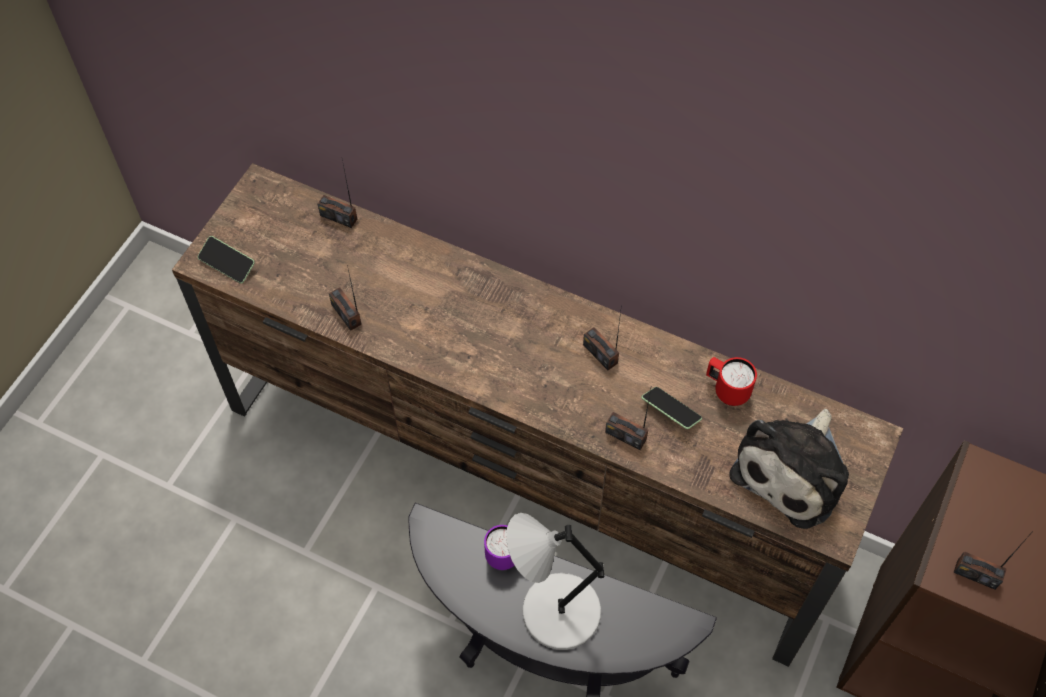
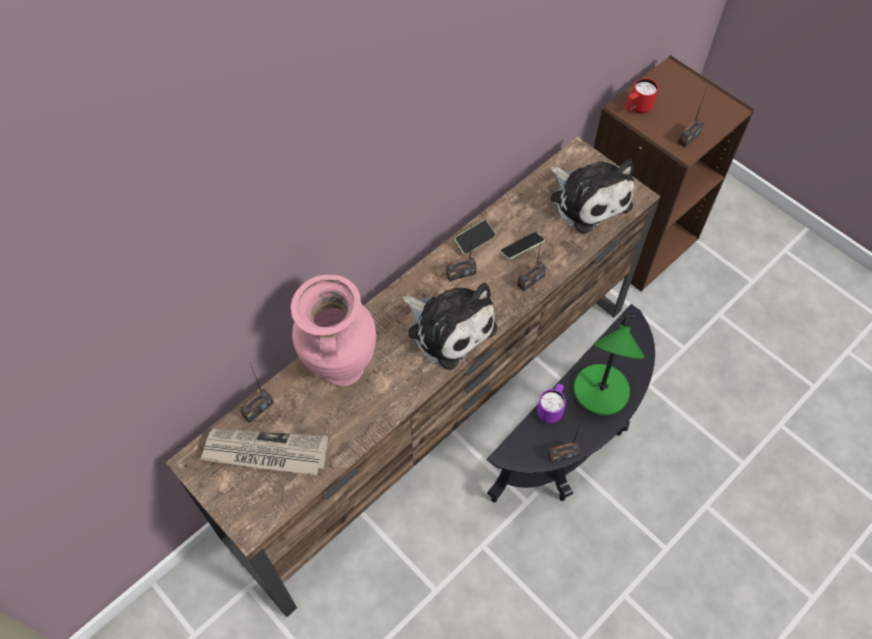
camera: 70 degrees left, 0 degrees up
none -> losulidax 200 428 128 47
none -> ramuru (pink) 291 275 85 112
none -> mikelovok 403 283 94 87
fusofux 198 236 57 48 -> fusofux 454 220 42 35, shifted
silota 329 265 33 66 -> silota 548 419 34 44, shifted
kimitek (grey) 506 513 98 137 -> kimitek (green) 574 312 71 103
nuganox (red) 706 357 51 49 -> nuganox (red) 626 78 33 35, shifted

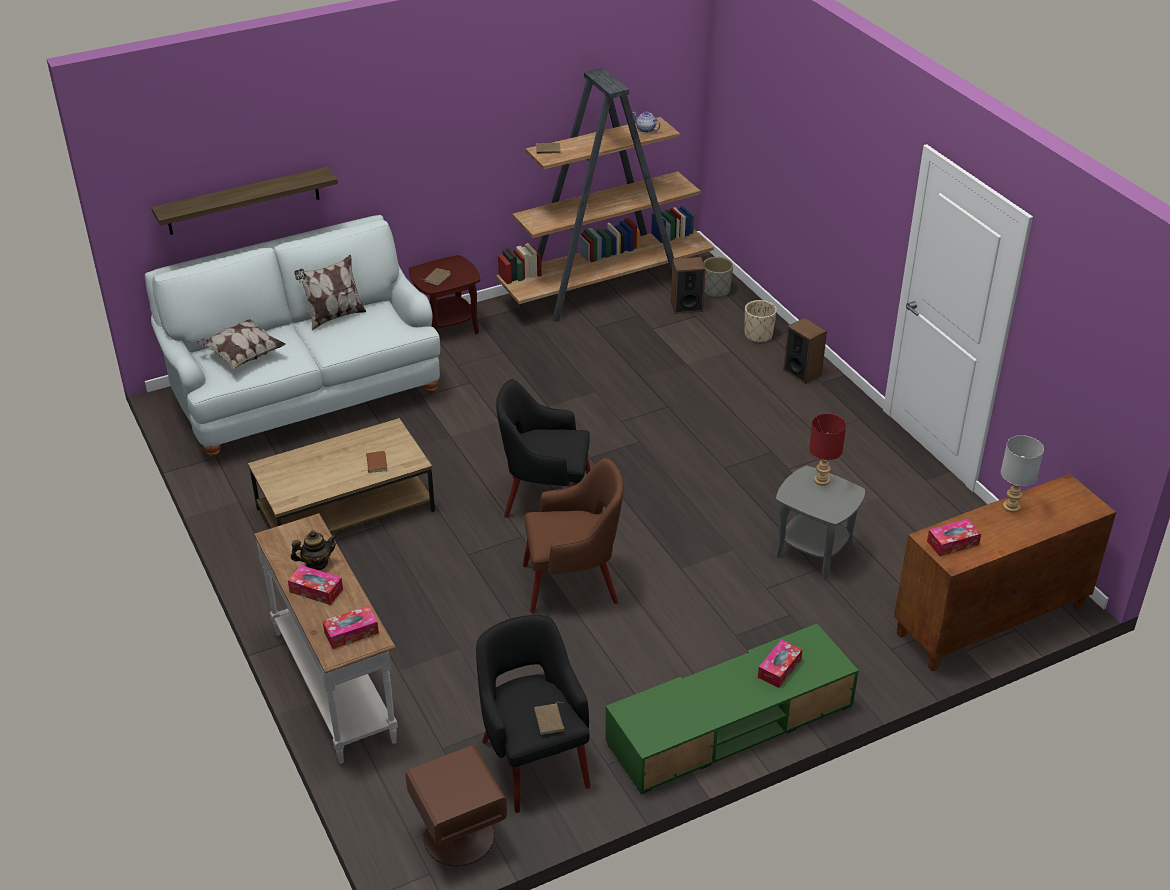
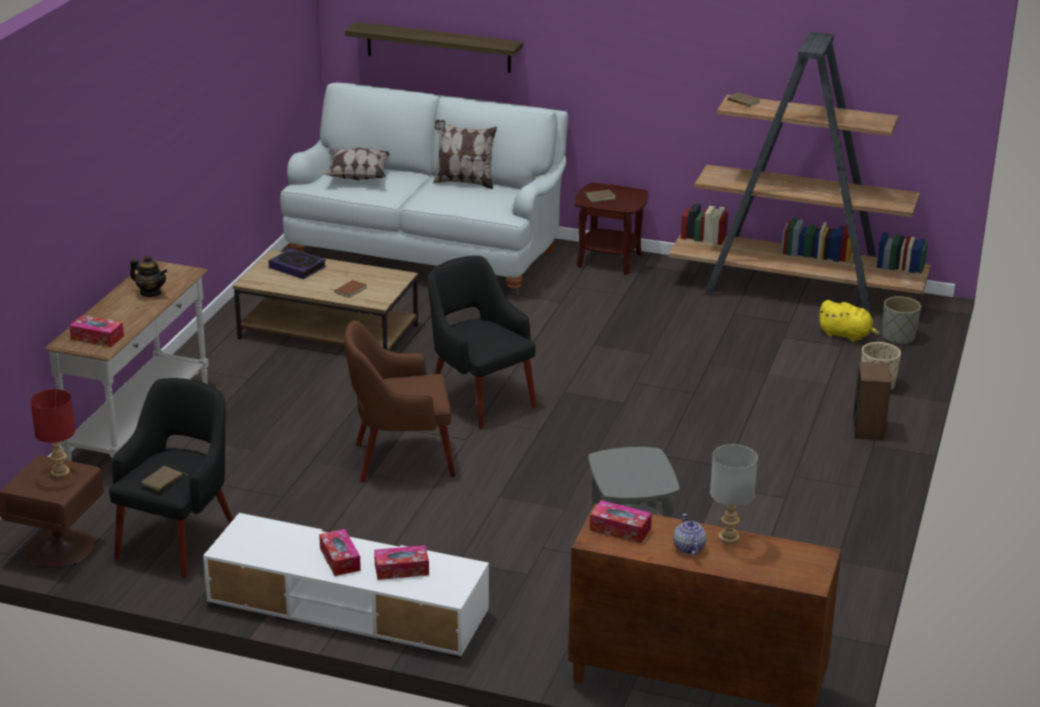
camera: 45 degrees right, 10 degrees down
kimitek (red) 809 413 37 73 -> kimitek (red) 30 389 45 89, shifted
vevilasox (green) 605 624 254 170 -> vevilasox (white) 203 513 286 146
none -> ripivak 268 248 58 31
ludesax 288 565 55 40 -> ludesax 319 529 42 47, shifted
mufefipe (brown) 523 458 100 155 -> mufefipe (brown) 344 320 111 163, 135 degrees clockwise
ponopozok 632 112 29 21 -> ponopozok 673 514 33 41, shifted
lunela 671 257 35 57 -> mikelovok (yellow) 818 300 62 42

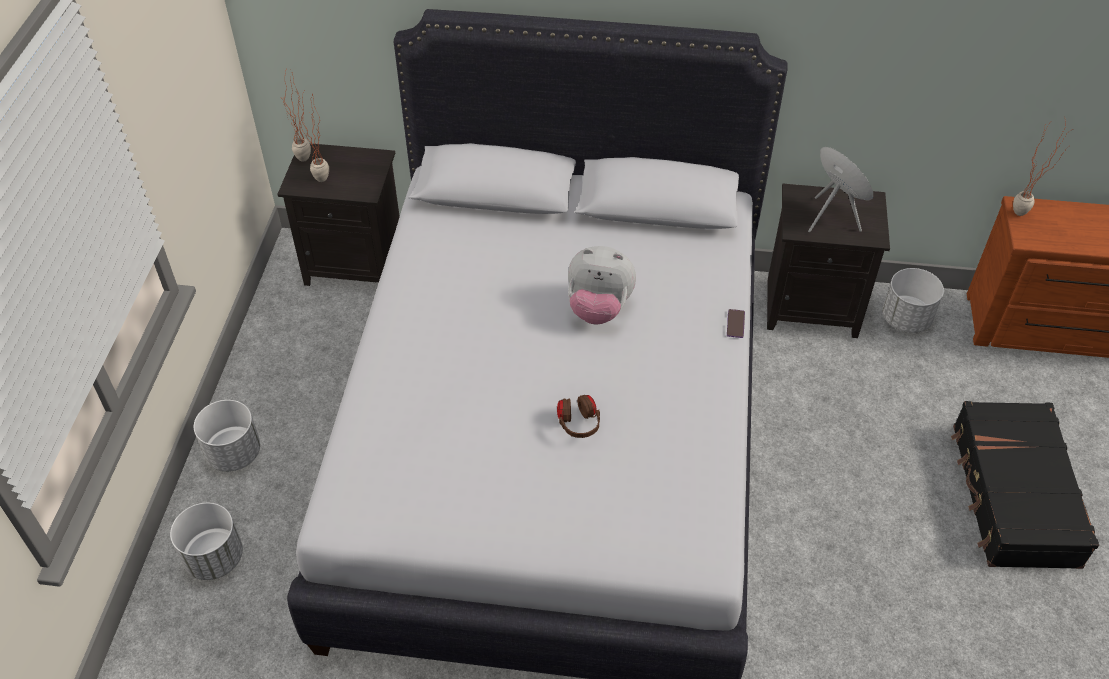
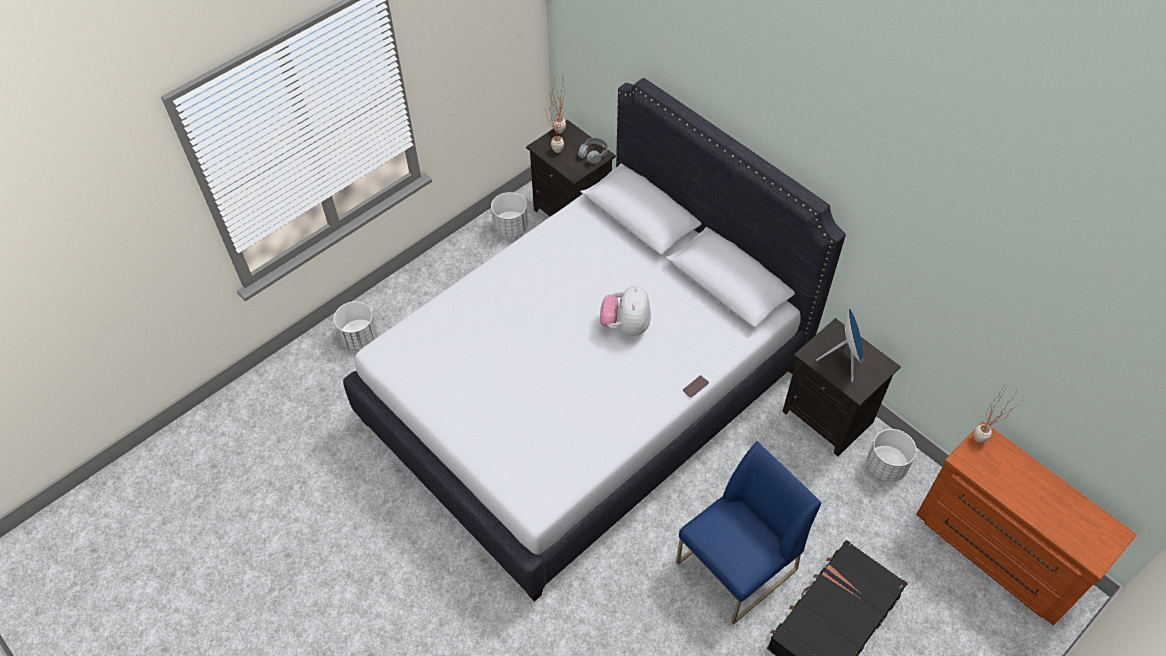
camera: 40 degrees right, 5 degrees up
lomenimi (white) 194 400 66 72 -> lomenimi (white) 491 192 37 46, shifted
none -> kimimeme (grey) 578 138 30 26
mikelovok 568 246 68 79 -> mikelovok 600 286 51 50, 45 degrees clockwise
none -> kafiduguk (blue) 676 441 145 184
kimimeme (brown) 557 395 43 43 -> none

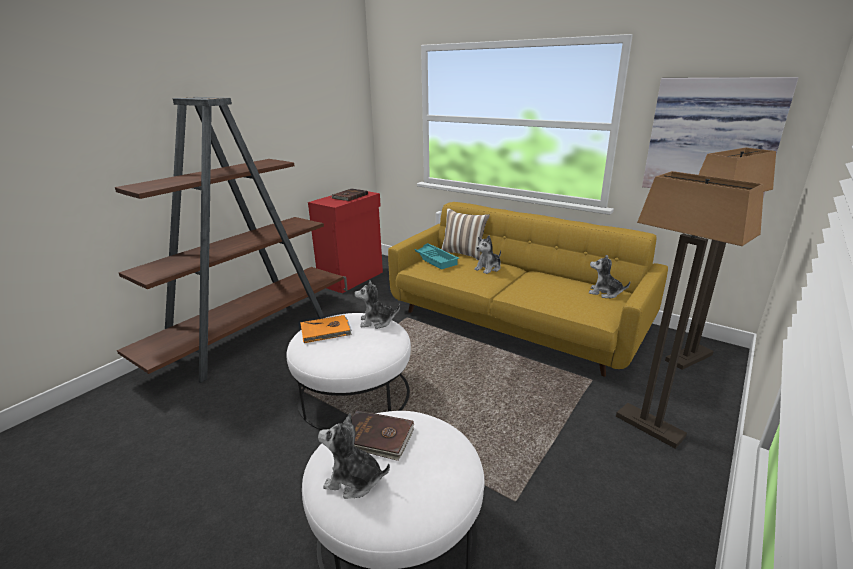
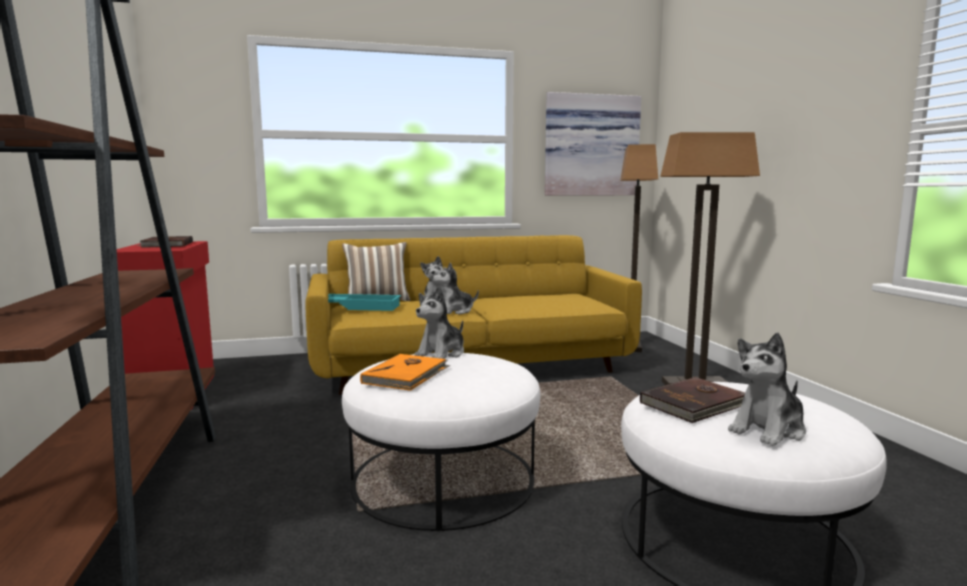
camera: 50 degrees left, 15 degrees down
mikelovok 589 255 41 43 -> mikelovok 432 262 47 52, shifted

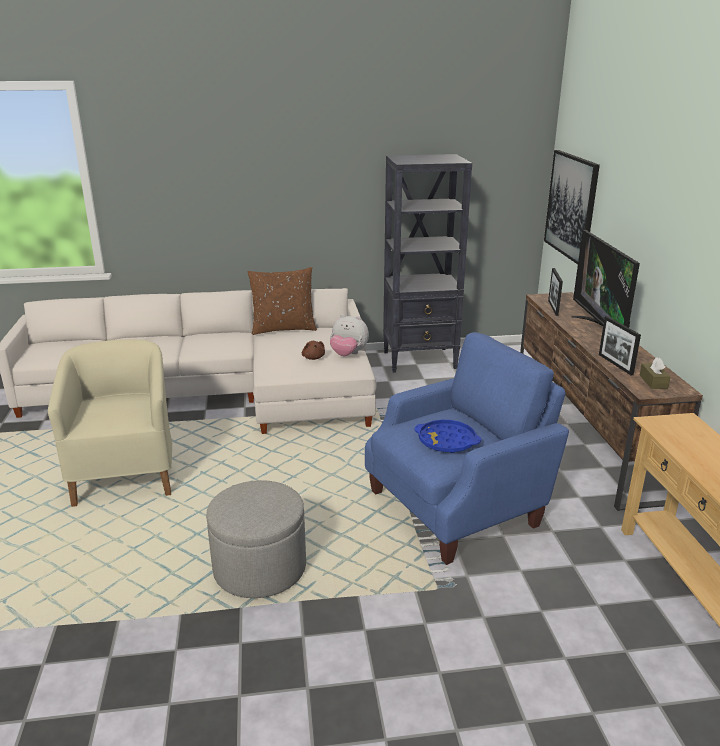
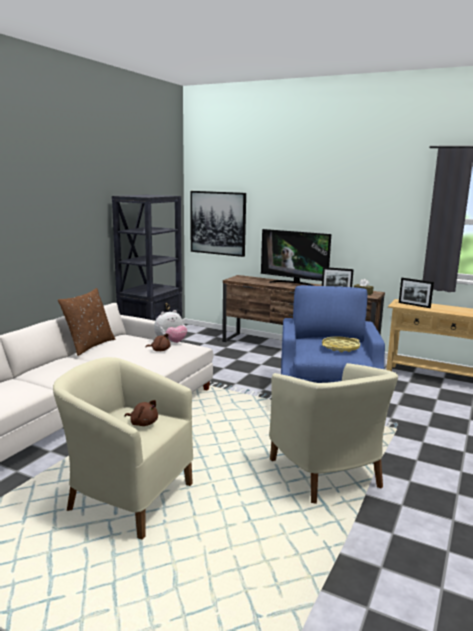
camera: 55 degrees left, 10 degrees down
none -> mikelovok (brown) 125 400 33 26
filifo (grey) 206 480 100 118 -> mufefipe (beige) 269 363 129 141
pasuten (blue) 414 420 67 33 -> pasuten (yellow) 322 336 38 16
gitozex 548 268 15 48 -> gitozex 399 278 35 30, shifted

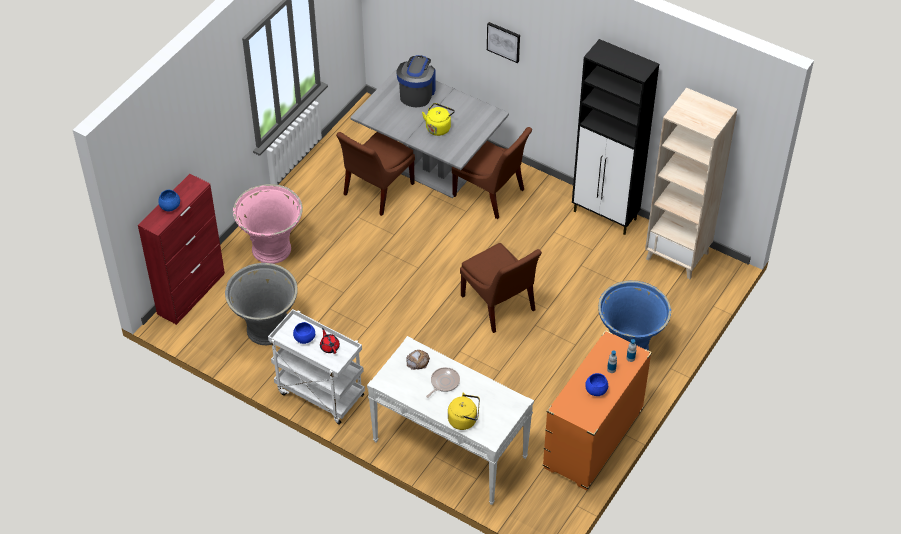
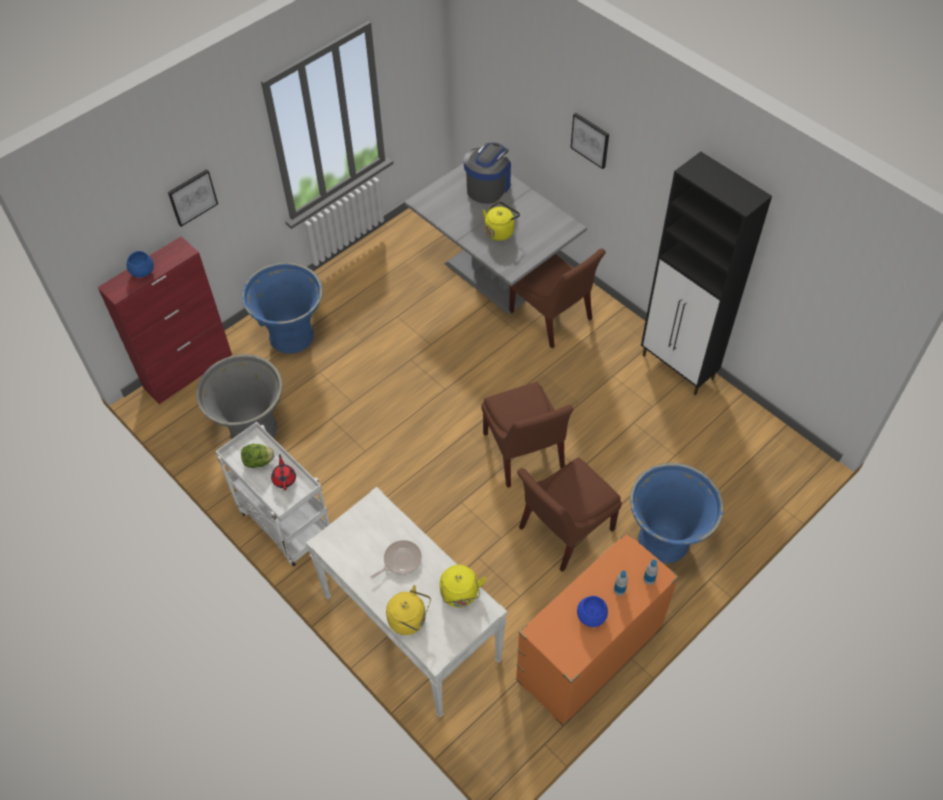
camera: 15 degrees right, 5 degrees up
none -> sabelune 168 169 50 58
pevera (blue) 293 322 22 22 -> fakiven 241 444 33 24
lomenimi (pink) 233 184 70 80 -> lomenimi (blue) 242 262 81 92
none -> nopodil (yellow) 440 565 46 43
kafiduguk (brown) 336 132 79 84 -> kafiduguk (brown) 517 457 105 115, shifted
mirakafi 406 350 24 20 -> none
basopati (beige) 645 88 92 191 -> none

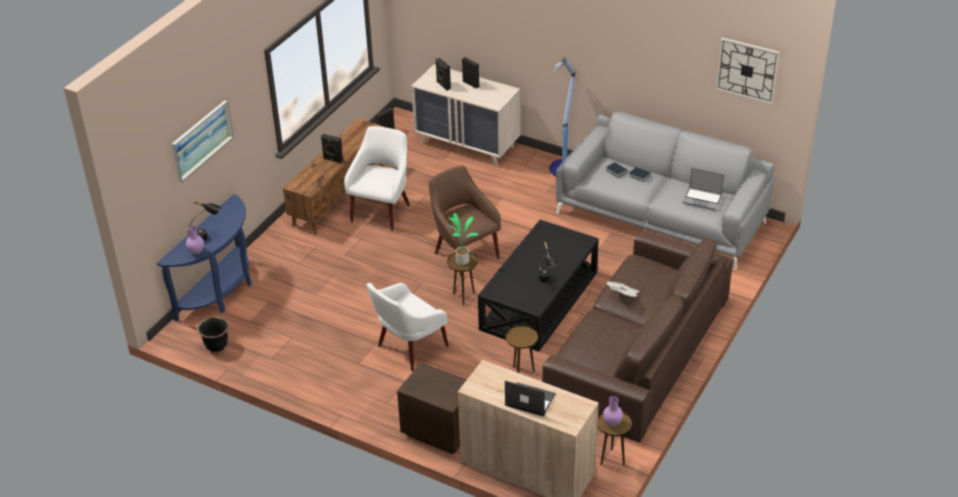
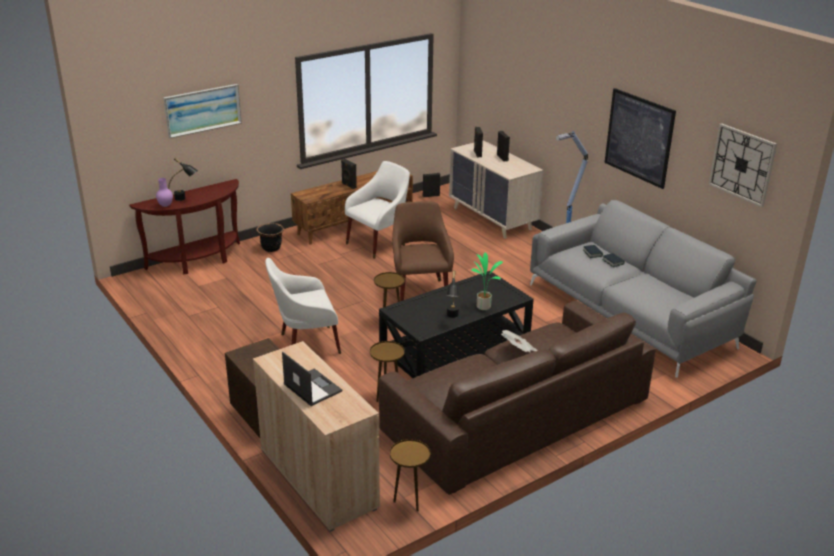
camera: 25 degrees right, 10 degrees down
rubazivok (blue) 157 194 95 128 -> rubazivok (brown) 129 179 111 95
lomenimi (black) 197 316 32 36 -> lomenimi (black) 256 223 28 29, shifted
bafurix 448 213 30 52 -> bafurix 471 252 32 58, shifted
none -> sabelune 605 88 71 101
ramuru (purple) 603 396 20 31 -> none
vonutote 682 167 43 43 -> none

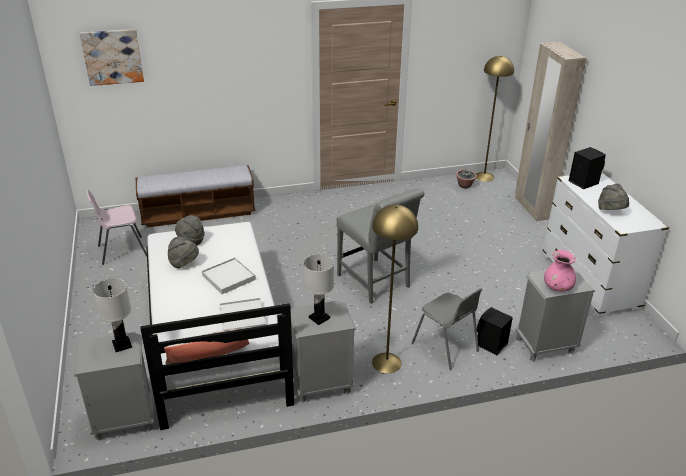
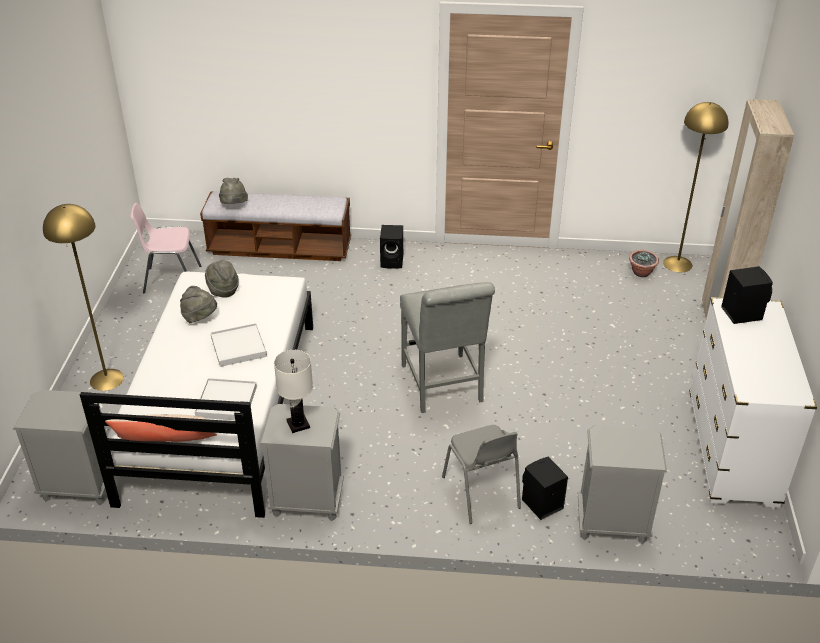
camera: 20 degrees right, 5 degrees up
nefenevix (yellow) 372 204 46 169 -> nefenevix (yellow) 43 204 81 187, shifted
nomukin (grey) 598 184 31 26 -> nomukin (grey) 219 178 29 26, shifted
none -> lunela (black) 380 225 23 44
sabelune 80 29 64 57 -> none
kimitek (white) 93 278 39 74 -> none
ramuru (pink) 544 250 32 42 -> none

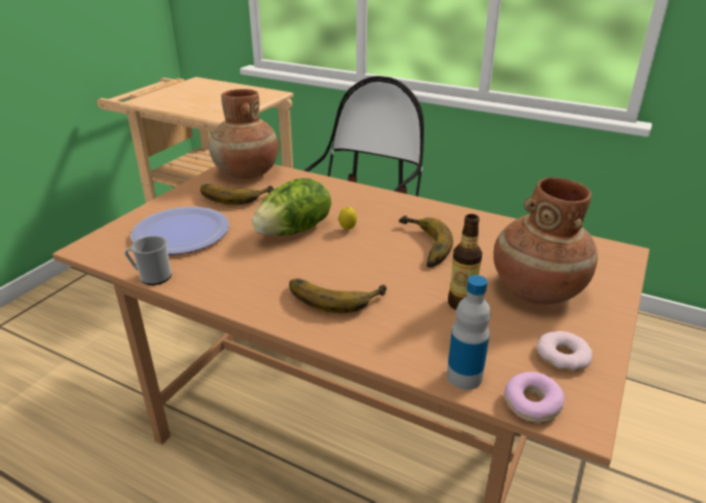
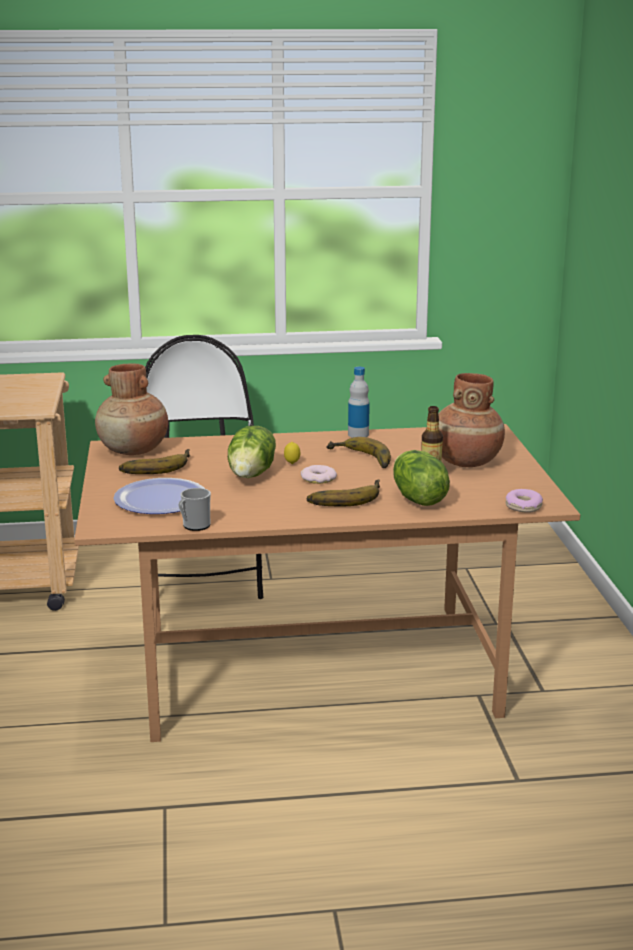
camera: 35 degrees left, 10 degrees down
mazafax 537 331 56 40 -> mazafax 301 465 36 19, shifted
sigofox 447 275 44 115 -> sigofox 348 367 22 71, shifted
none -> fakiven 393 450 57 56

